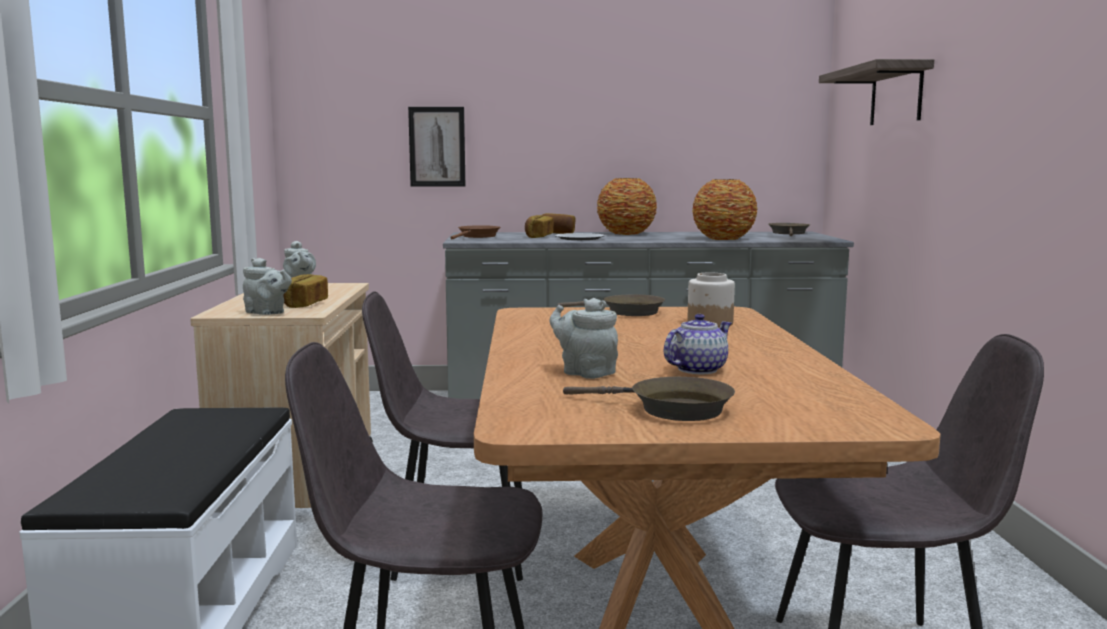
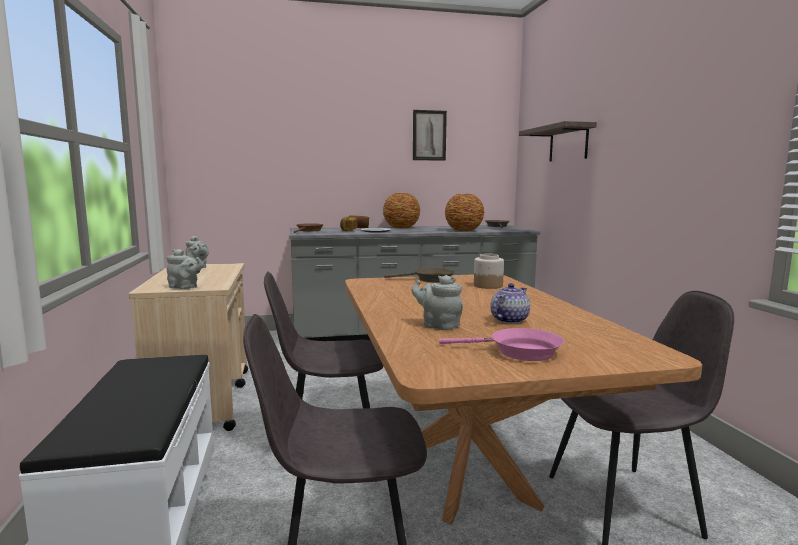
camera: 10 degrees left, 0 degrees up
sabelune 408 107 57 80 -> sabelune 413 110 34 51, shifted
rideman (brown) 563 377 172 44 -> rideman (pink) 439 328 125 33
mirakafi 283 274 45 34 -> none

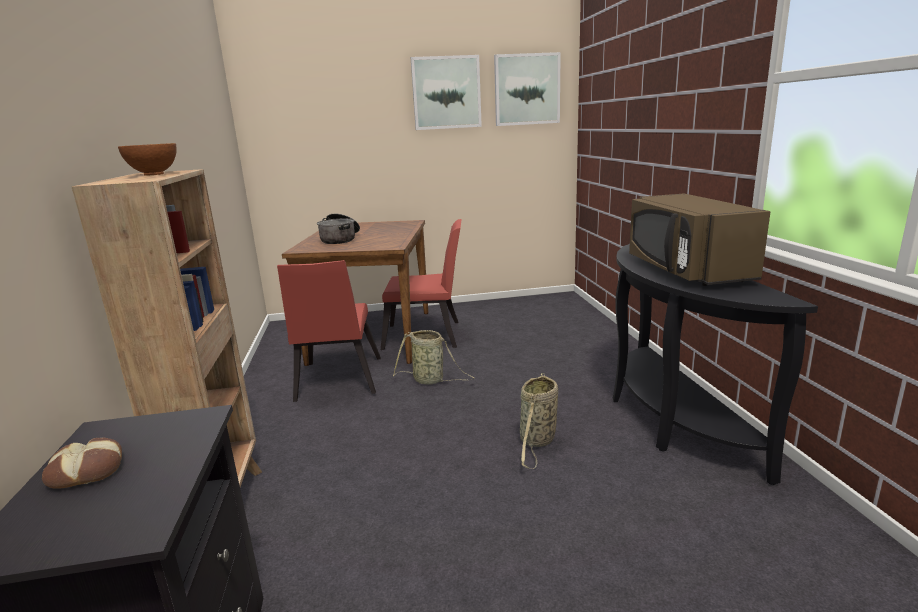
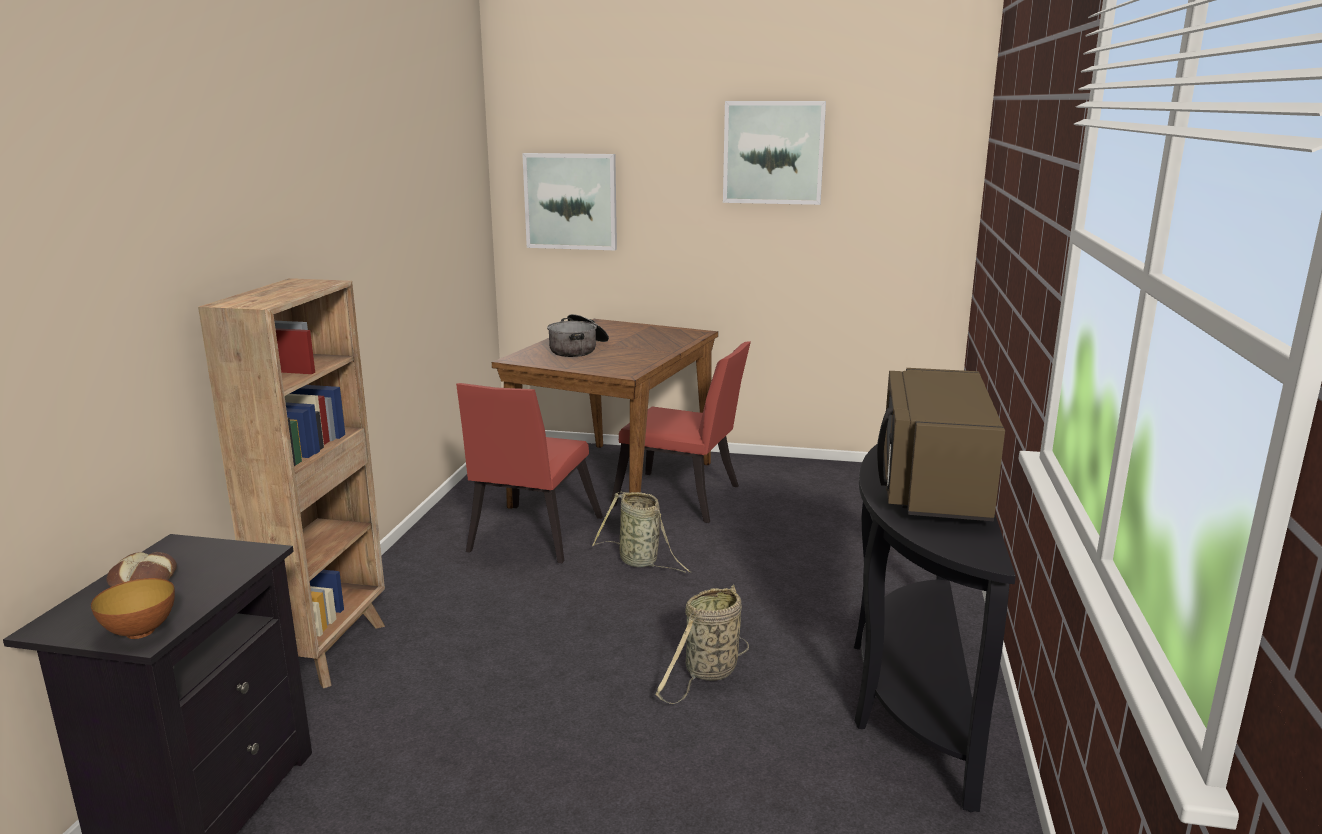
camera: 20 degrees right, 0 degrees up
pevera 118 143 59 33 -> pevera 91 578 84 61, shifted
sabelune 494 52 67 74 -> sabelune 522 153 95 97, shifted

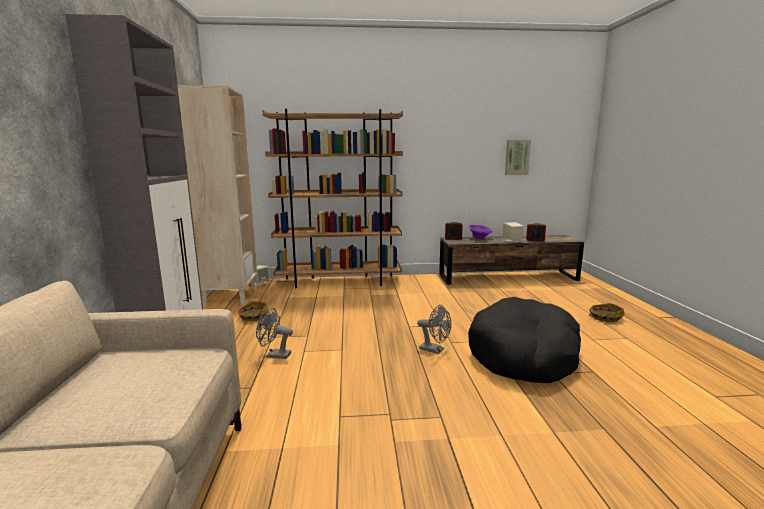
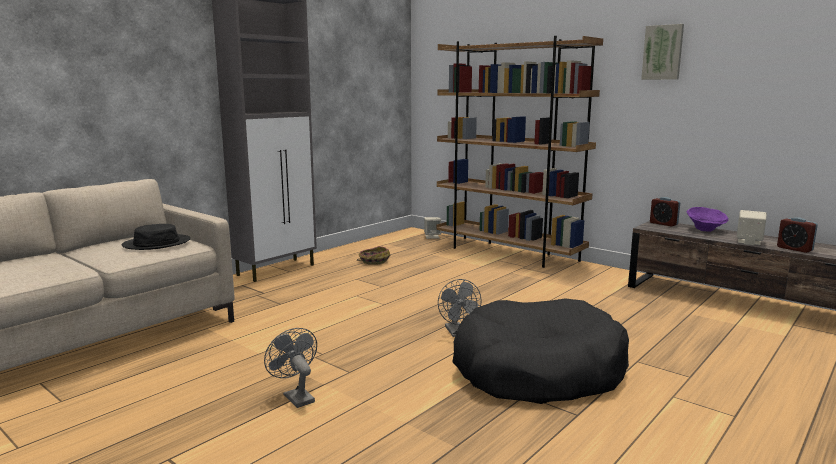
camera: 45 degrees right, 0 degrees up
none -> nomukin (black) 122 224 68 26
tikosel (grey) 256 308 37 51 -> tikosel (grey) 264 328 53 80, shifted
sabelune 505 140 26 35 -> sabelune 641 24 43 56, shifted
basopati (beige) 178 85 79 221 -> none
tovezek 589 303 36 20 -> none

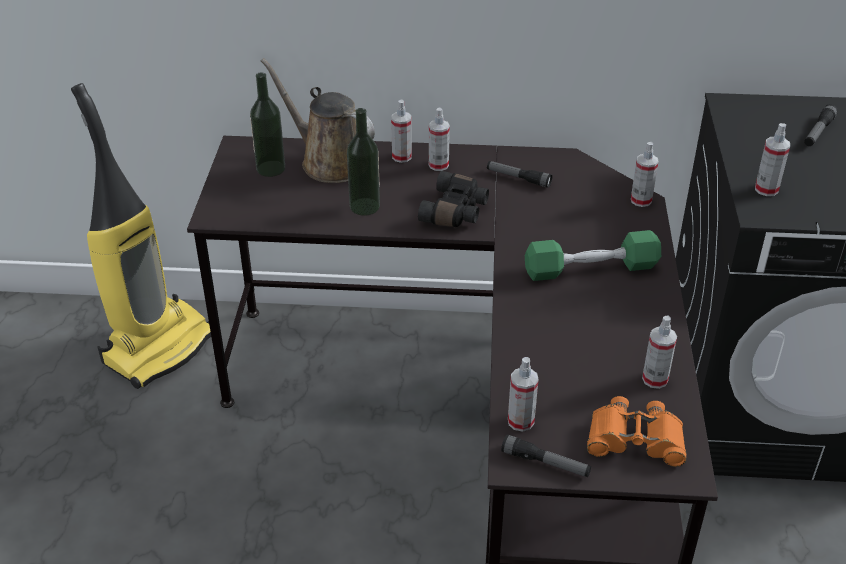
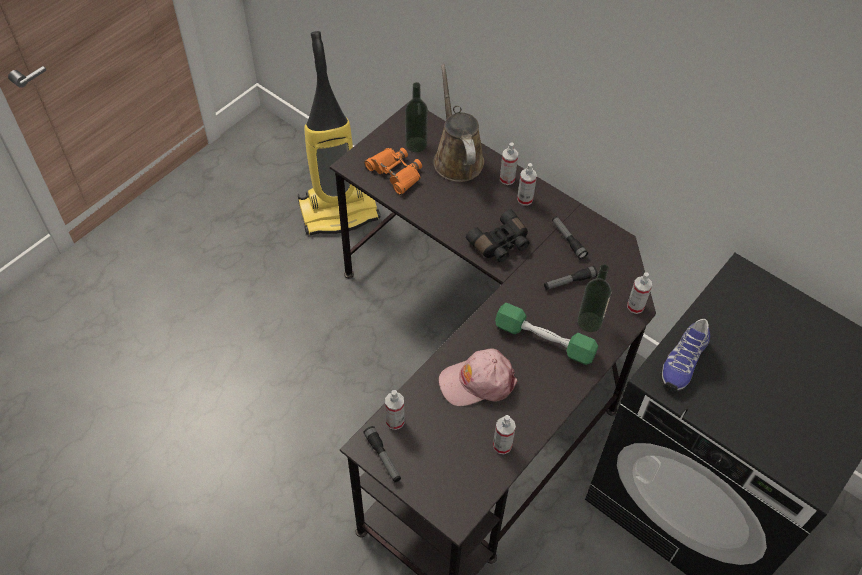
camera: 35 degrees right, 15 degrees up
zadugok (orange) 587 396 100 71 -> zadugok (orange) 364 148 58 47, shifted
none -> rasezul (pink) 439 349 78 57
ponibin 804 104 34 42 -> ponibin 544 266 53 24, shifted
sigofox 347 108 33 108 -> sigofox 577 265 34 67, shifted
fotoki 755 123 35 73 -> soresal 660 319 50 73

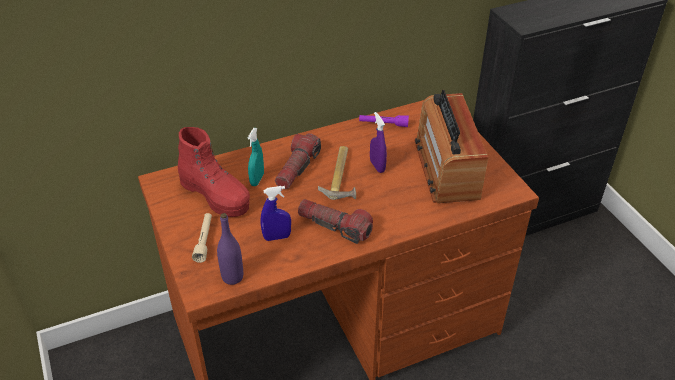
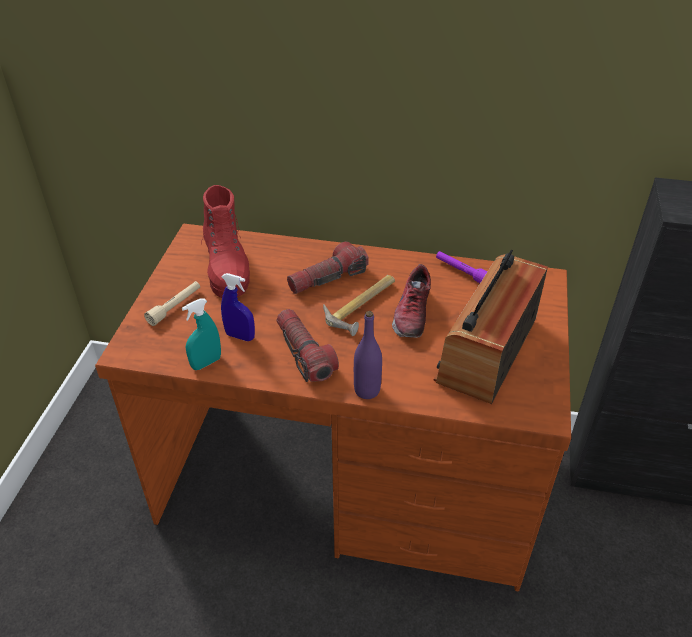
camera: 35 degrees right, 0 degrees up
fotoki (turquoise) 248 128 16 58 -> fotoki (turquoise) 182 298 39 72, shifted
sigofox (purple) 217 213 26 72 -> sigofox (purple) 354 311 28 88, shifted
fotoki (purple) 370 112 17 61 -> soresal 392 264 39 74

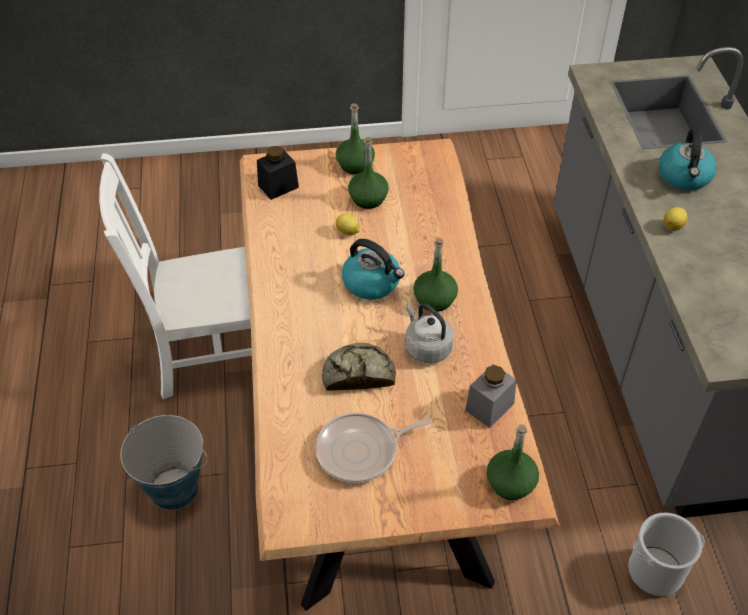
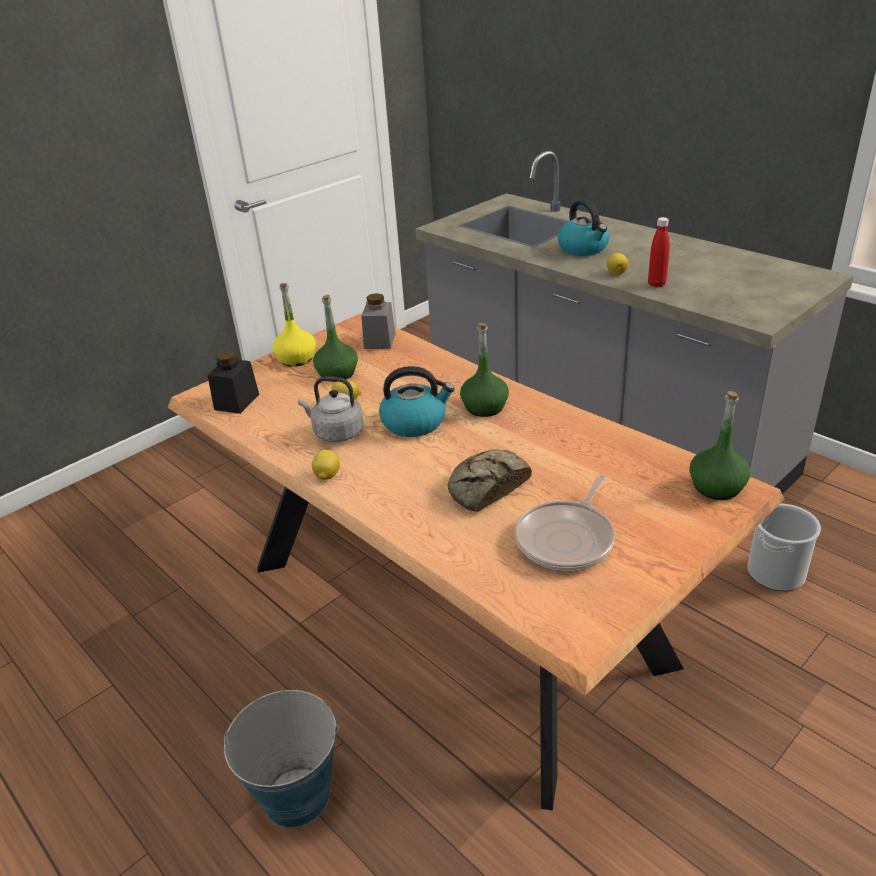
camera: 35 degrees left, 15 degrees down
sigofox (green) 336 103 39 71 -> sigofox (yellow) 273 283 43 84
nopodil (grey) 405 303 49 60 -> nopodil (grey) 298 377 66 65, shifted
none -> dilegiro 312 450 28 30
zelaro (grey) 465 364 52 64 -> zelaro (grey) 361 293 35 56, shifted
none -> sigofox (red) 648 217 22 70
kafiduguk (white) 99 153 153 246 -> none

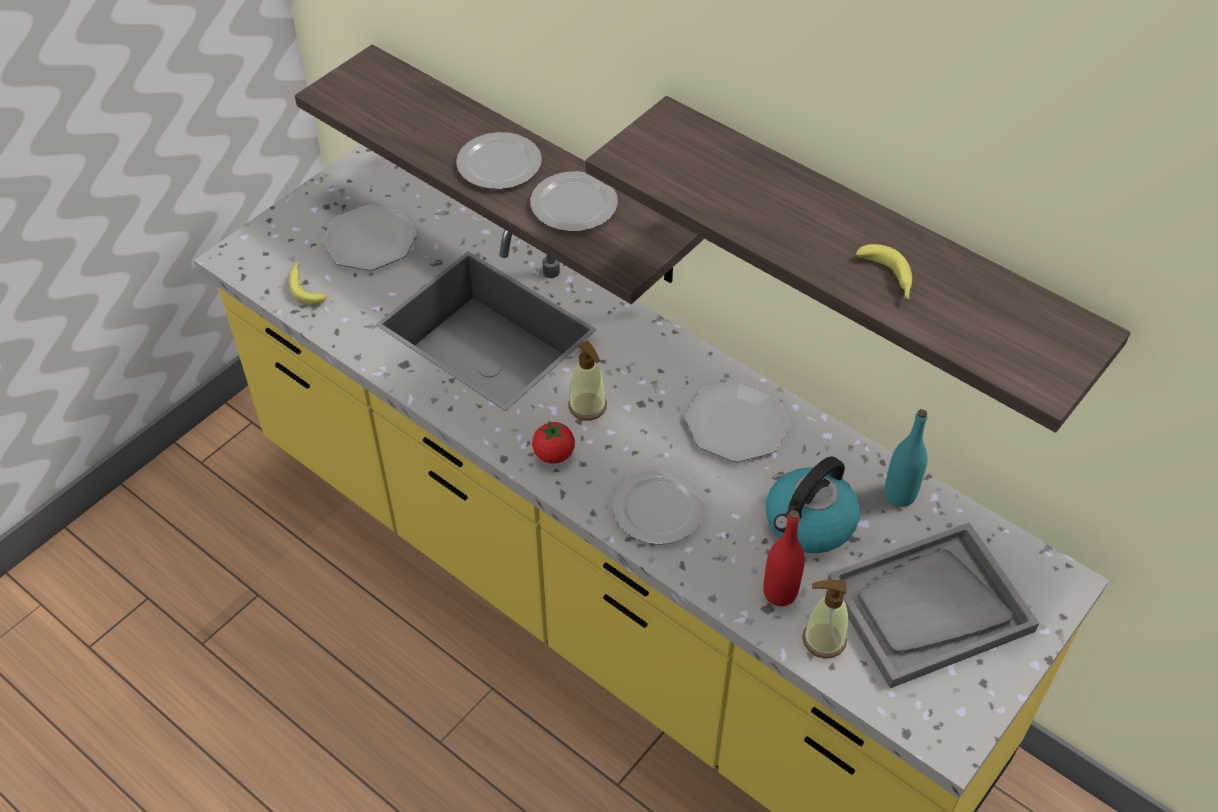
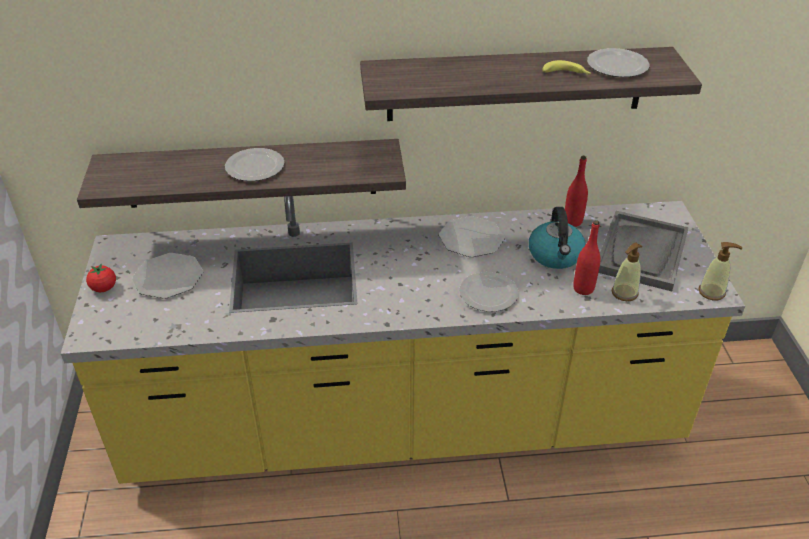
camera: 45 degrees left, 10 degrees down
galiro 532 421 43 43 -> galiro 86 263 30 29, shifted
sigofox (turquoise) 884 409 44 98 -> sigofox (red) 565 156 23 71
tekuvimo 530 171 88 61 -> tekuvimo 587 48 62 29, shifted
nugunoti 568 340 39 80 -> nugunoti 698 242 44 58, shifted
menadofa 289 261 38 44 -> none

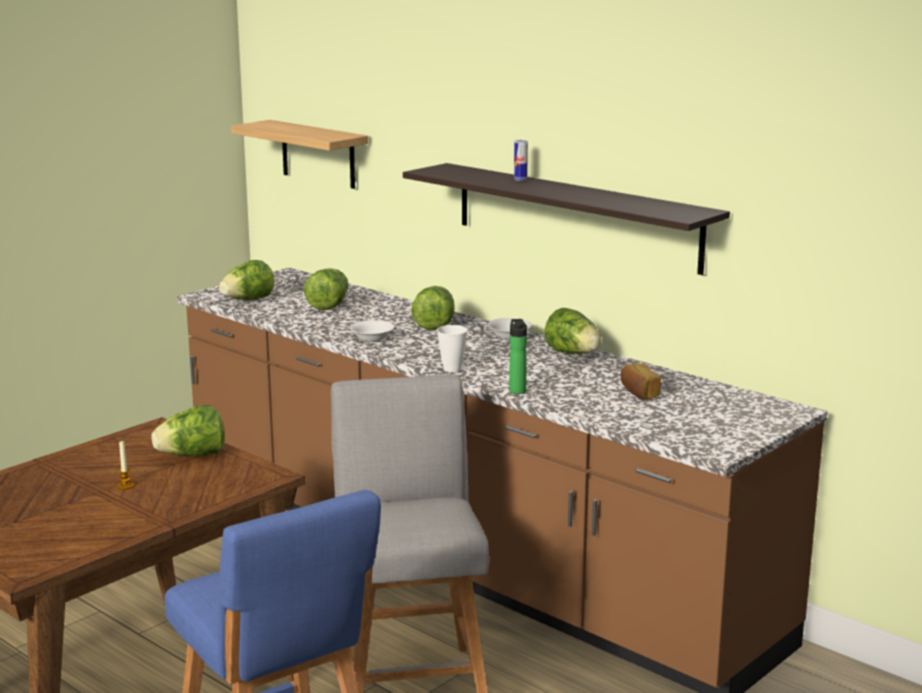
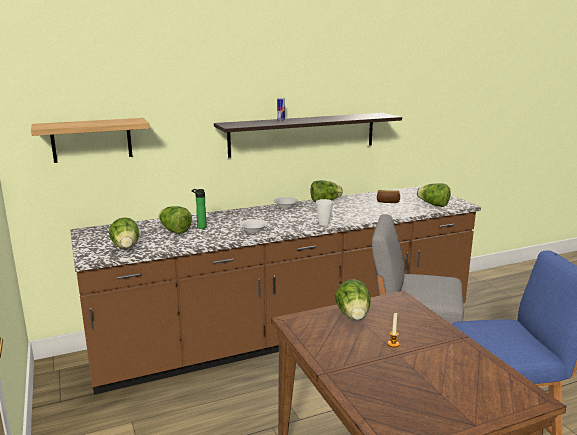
camera: 65 degrees left, 0 degrees up
sigofox 509 319 18 75 -> sigofox 191 189 16 40, shifted
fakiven 411 286 44 44 -> fakiven 417 183 33 24, shifted

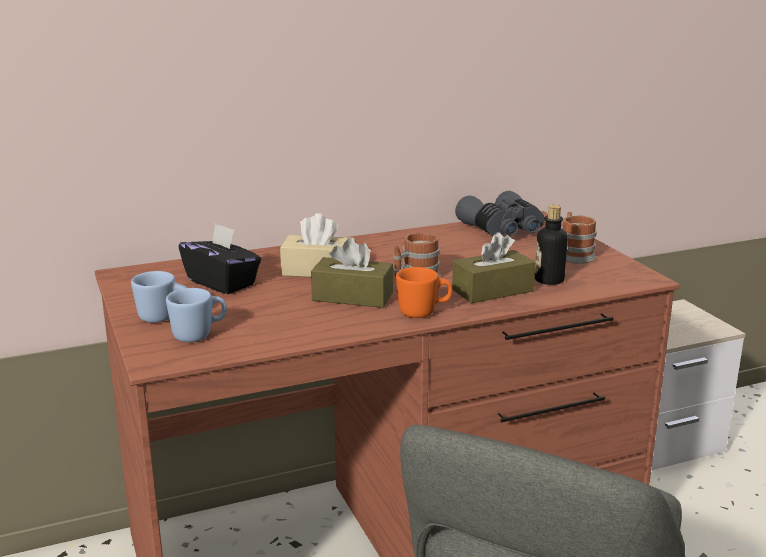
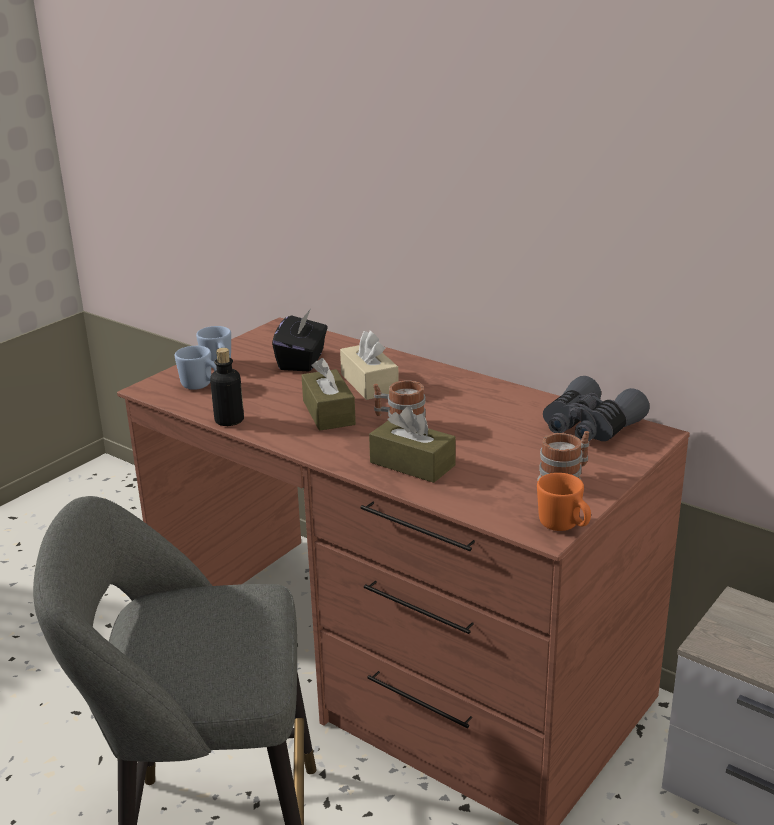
camera: 60 degrees right, 5 degrees up
sigofox 535 205 33 80 -> sigofox 210 348 34 78, shifted
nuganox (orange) 396 267 57 51 -> nuganox (orange) 537 473 54 58, shifted

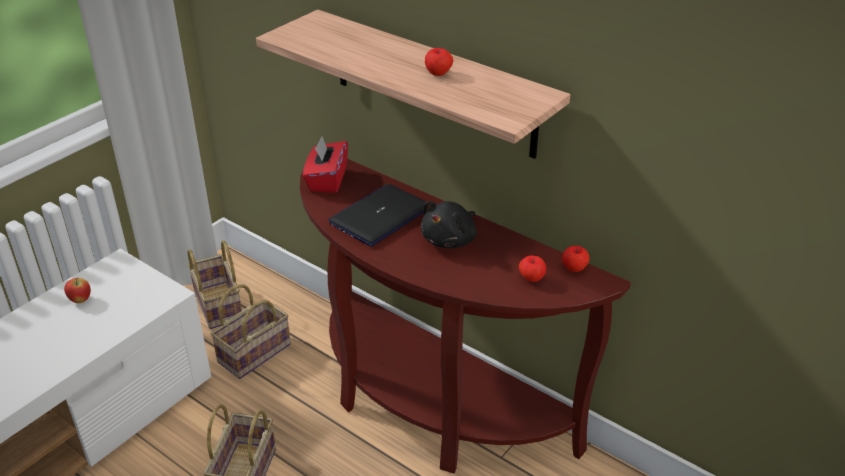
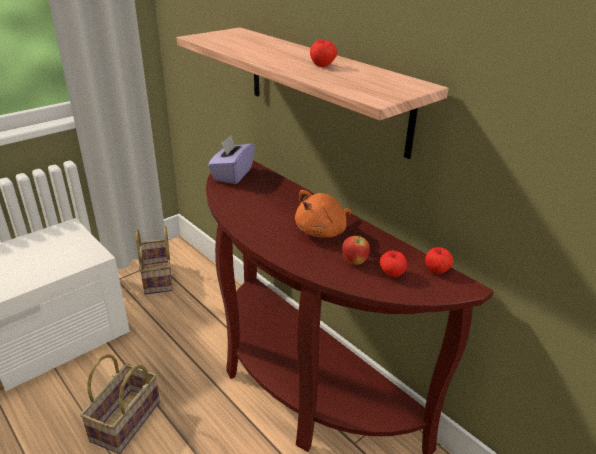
camera: 10 degrees right, 5 degrees down
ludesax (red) 303 136 45 57 -> ludesax (purple) 208 135 47 49
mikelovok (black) 421 201 56 47 -> mikelovok (orange) 295 190 56 48
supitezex 64 278 27 25 -> supitezex 342 235 28 30, shifted
tovezek 211 284 80 95 -> none
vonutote 328 184 98 62 -> none

